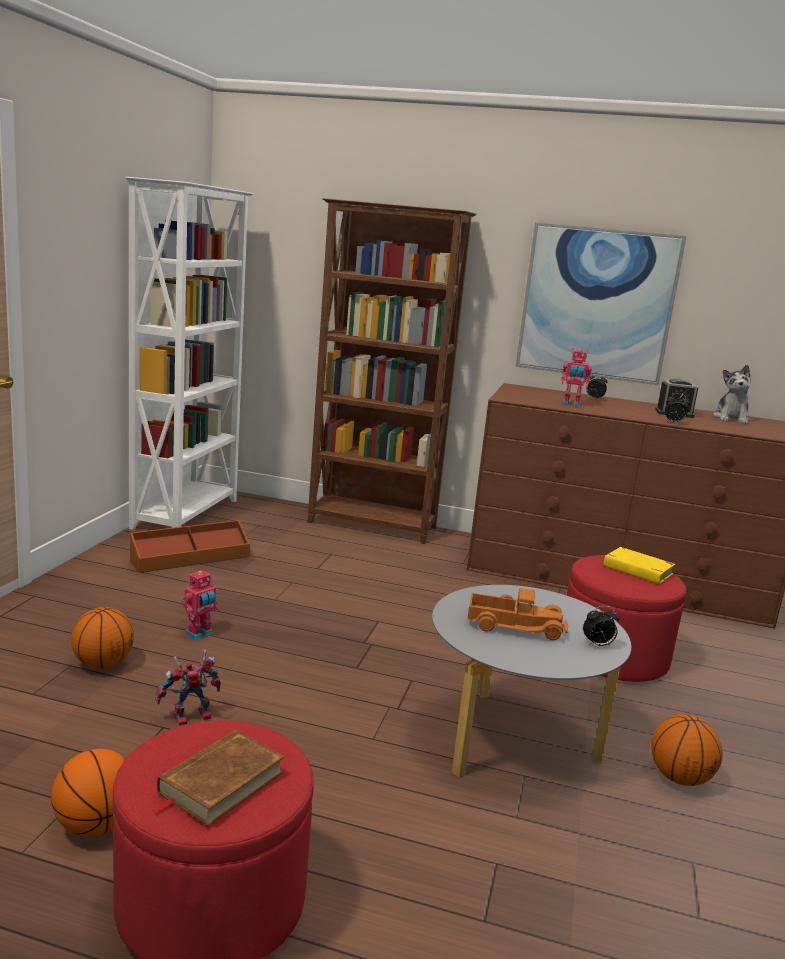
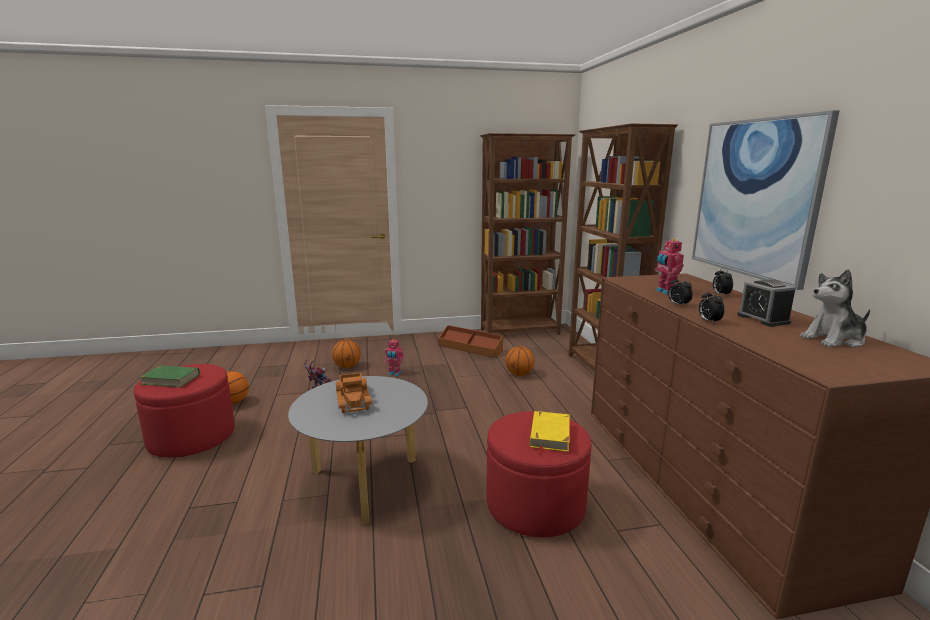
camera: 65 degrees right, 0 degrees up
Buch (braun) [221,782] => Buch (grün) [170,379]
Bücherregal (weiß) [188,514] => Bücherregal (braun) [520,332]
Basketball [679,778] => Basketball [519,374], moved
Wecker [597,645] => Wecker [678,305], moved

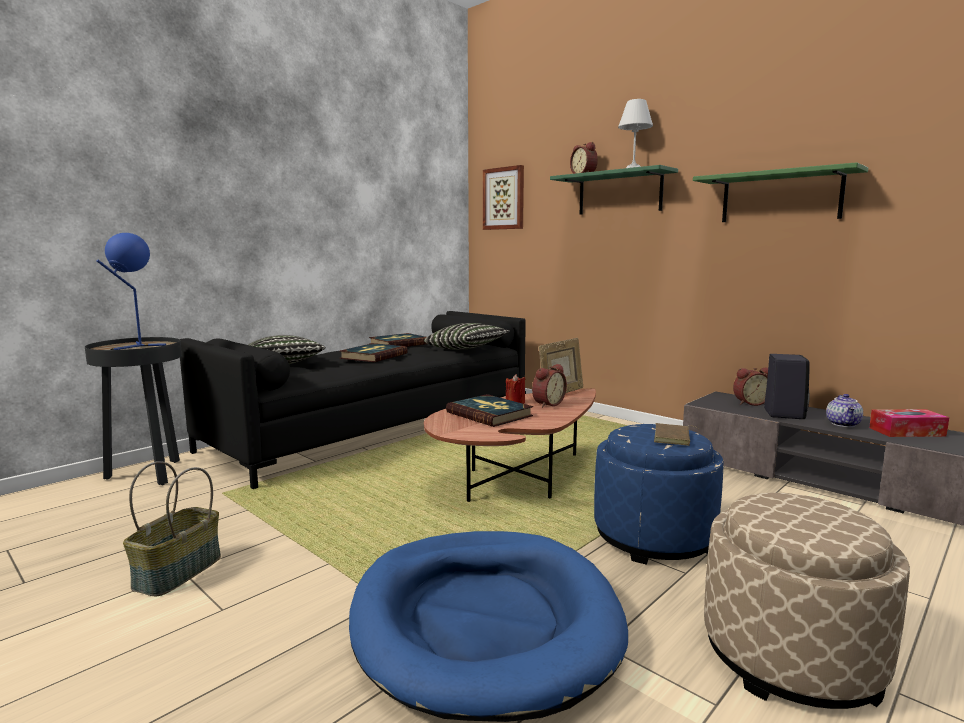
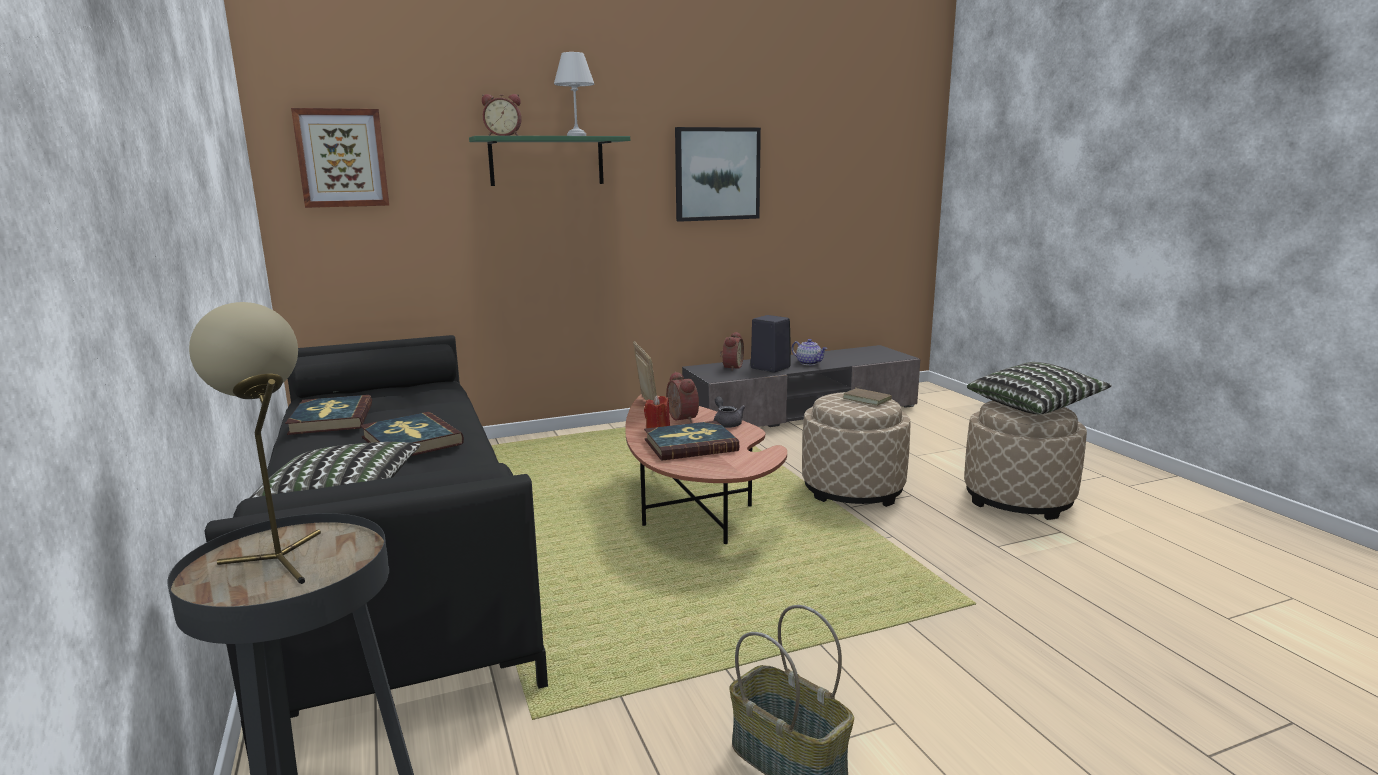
camera: 65 degrees left, 5 degrees up
Tischlampe (blau) [137,346] => Tischlampe (beige) [282,561]
Wandregal (grün) [780,197] => Bild [717,174]
nothing => Teekanne (grau) [726,423]
Polsterhocker (blau) [653,537] => Polsterhocker (beige) [853,489]
Kissen [466,349] => Kissen [1034,406], moved
Hundebett (blau) [484,622] => nothing
Taschentuchbox [906,432] => nothing

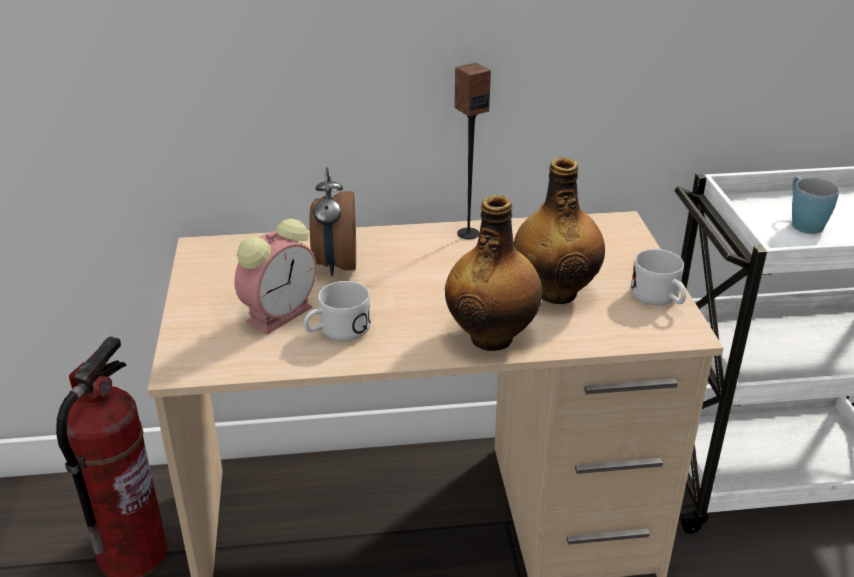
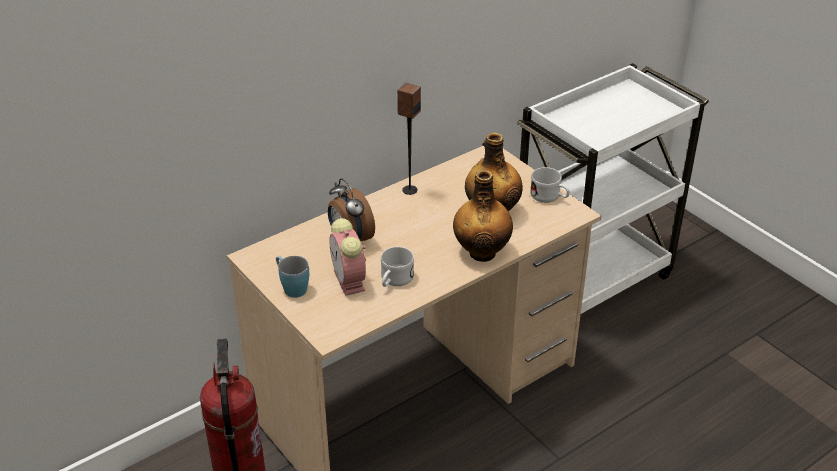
camera: 30 degrees left, 5 degrees up
Henkelbecher (blau) [802,222] => Henkelbecher (blau) [291,287], moved
Wecker [281,313] => Wecker [350,281], 150 degrees clockwise

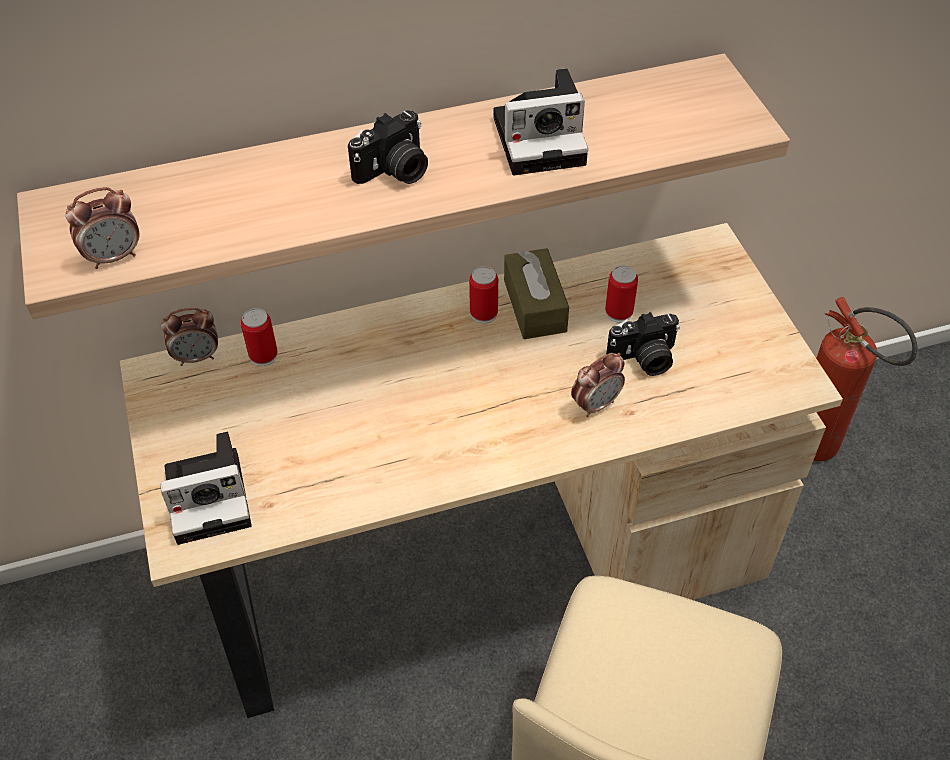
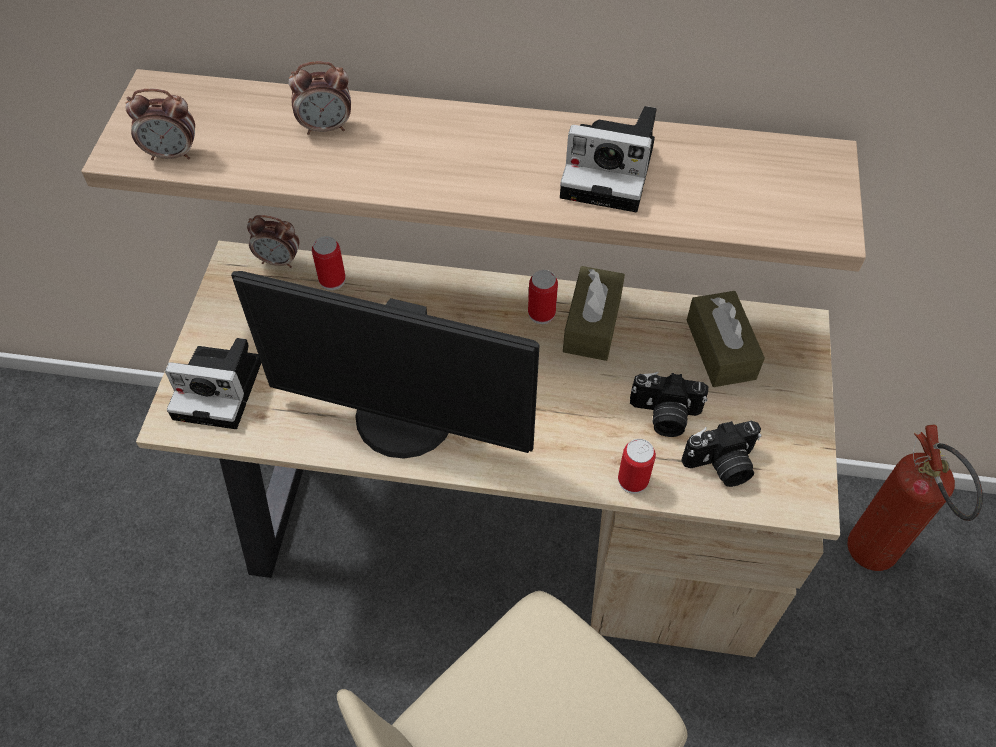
camera: 25 degrees right, 5 degrees up
nothing => Monitor [403,420]
Wecker [596,404] => Wecker [326,127], moved
Dose [618,312] => Dose [633,480], moved
Kamera [394,171] => Kamera [721,465], moved
nothing => Taschentuchbox (braun) [720,349]

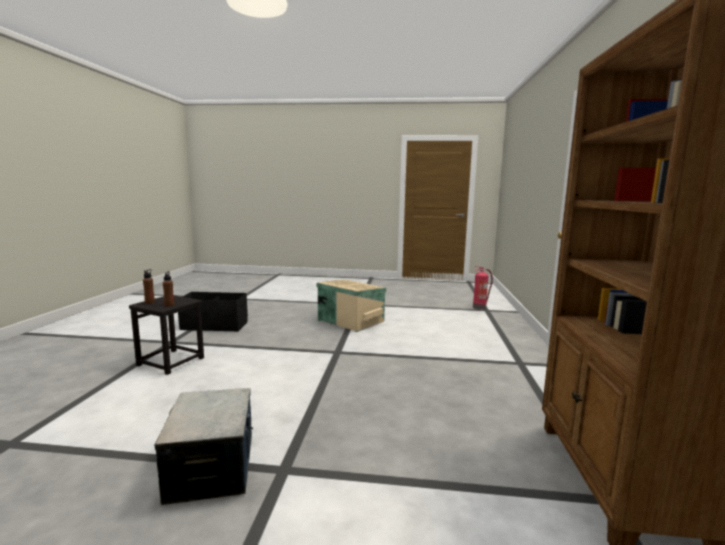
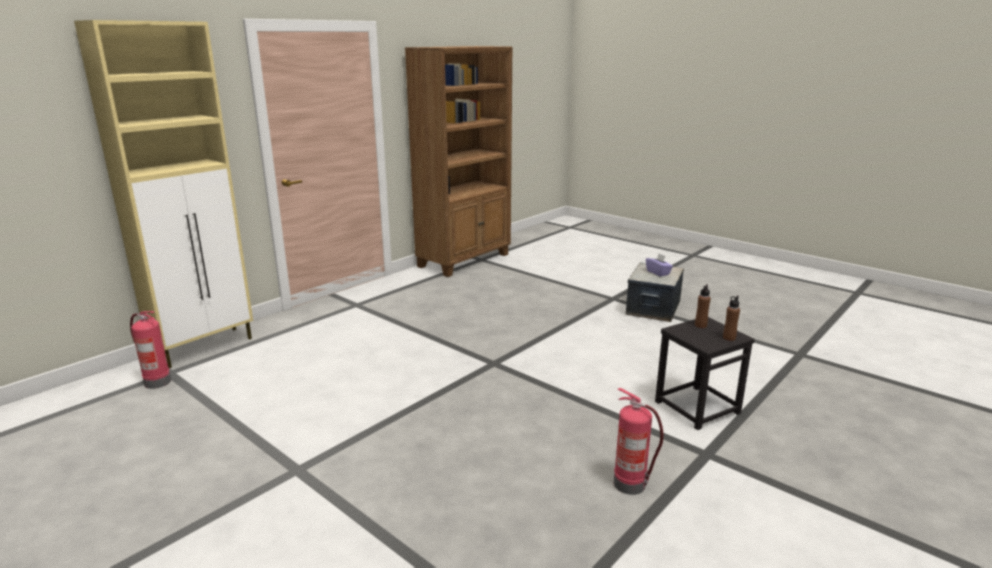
camera: 145 degrees left, 10 degrees up
nothing => Schrank (beige) [205,347]
Aufbewahrungsbox (schwarz) [214,325] => Feuerlöscher [631,484]
nothing => Taschentuchbox (lila) [658,273]
Aufbewahrungsbox (beige) [351,320] => nothing

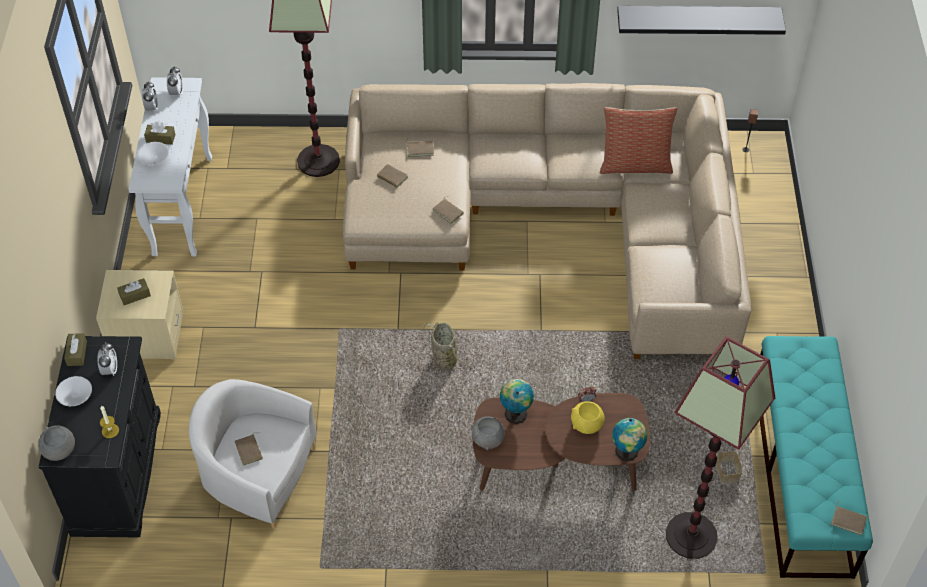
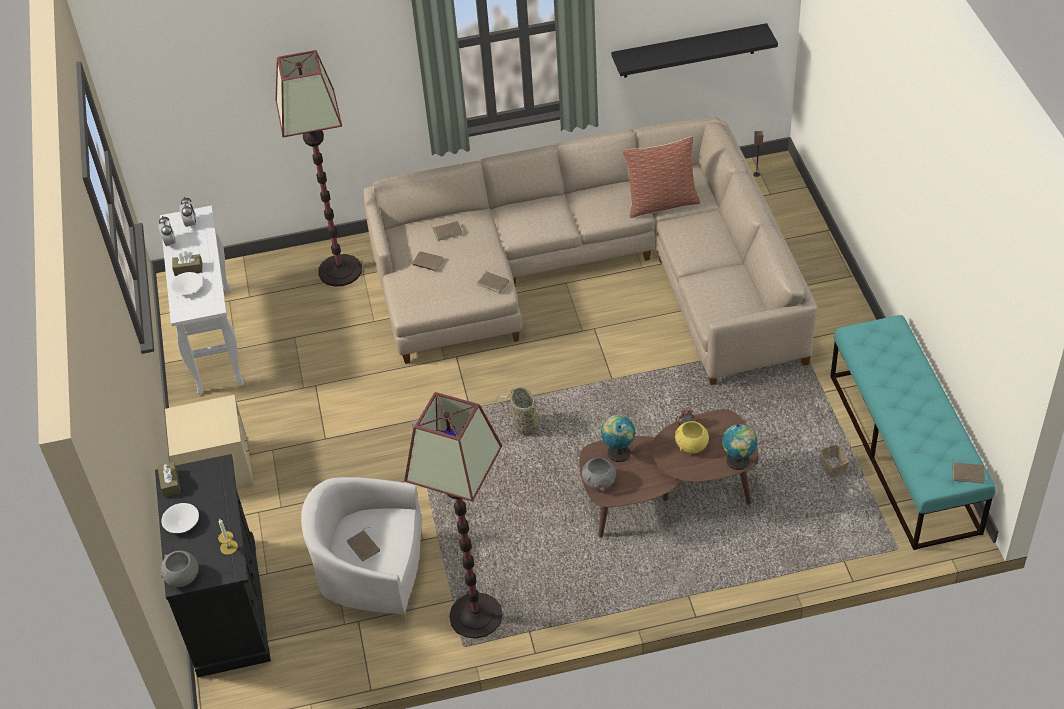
camera: 10 degrees left, 5 degrees down
Stehlampe [691,536] => Stehlampe [476,616], moved
Wecker [110,370] => nothing
Taschentuchbox (braun) [135,295] => nothing

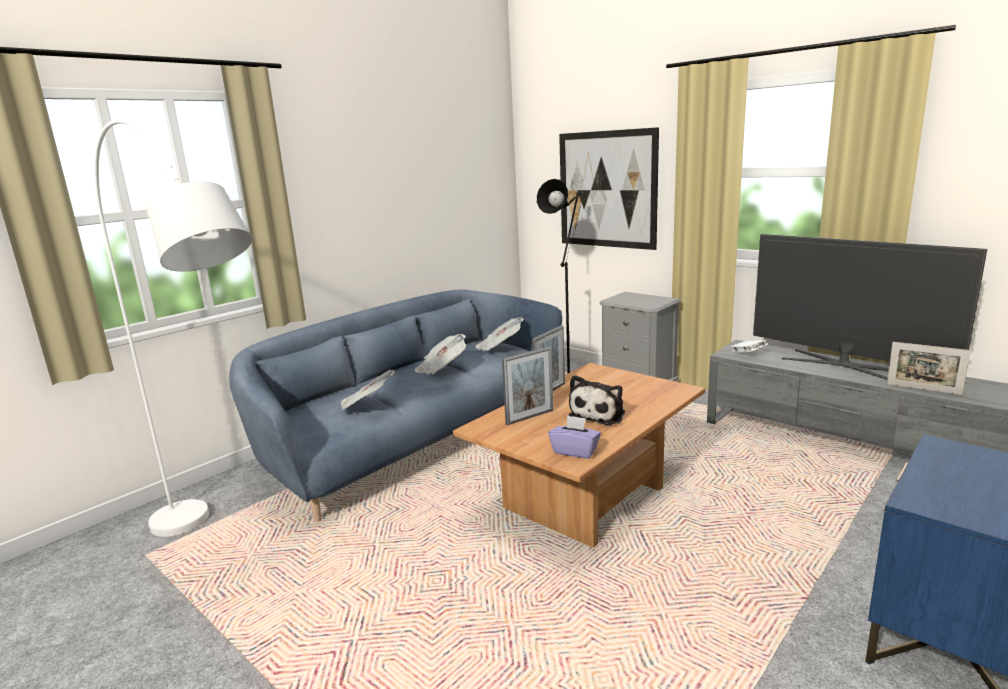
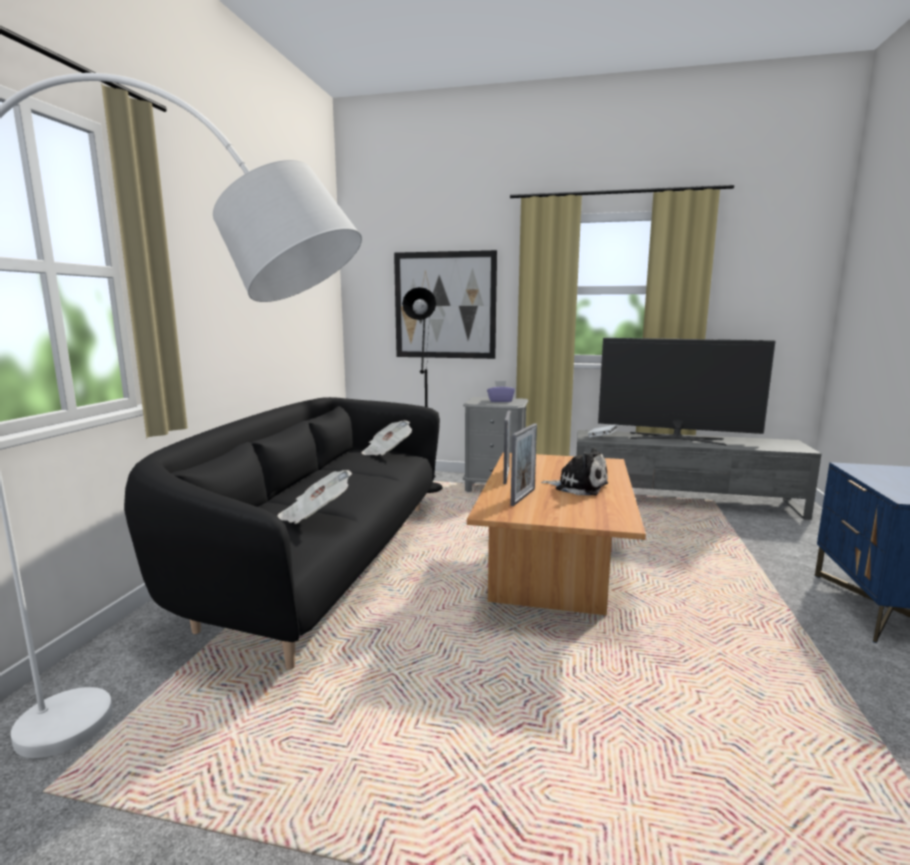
camera: 30 degrees left, 5 degrees down
Sofa (blau) [413,442] => Sofa (schwarz) [322,562]
Taschentuchbox (lila) [575,451] => Taschentuchbox (lila) [500,401], moved
Plüschtier [599,414] => Plüschtier [578,486], 60 degrees counterclockwise
Zeitung [441,368] => nothing
Bilderrahmen [923,389] => nothing

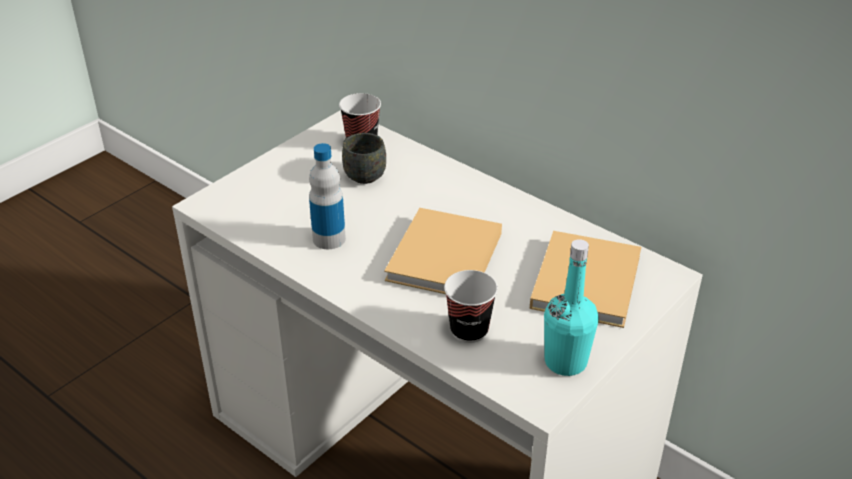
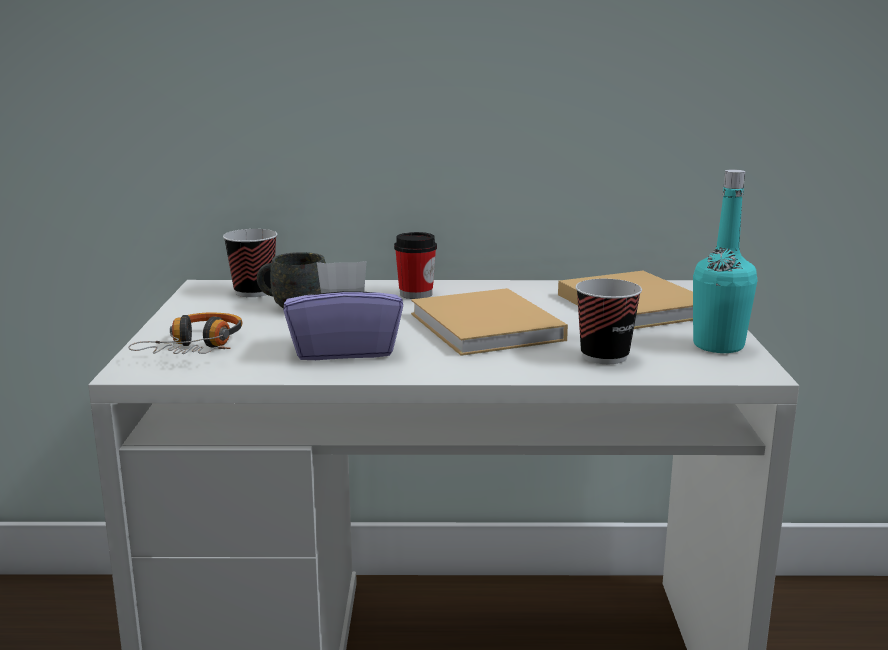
camera: 40 degrees left, 20 degrees down
nothing => Kopfhörer [197,348]
Flasche [329,239] => Taschentuchbox (lila) [344,350]
nothing => Tasse [416,294]

